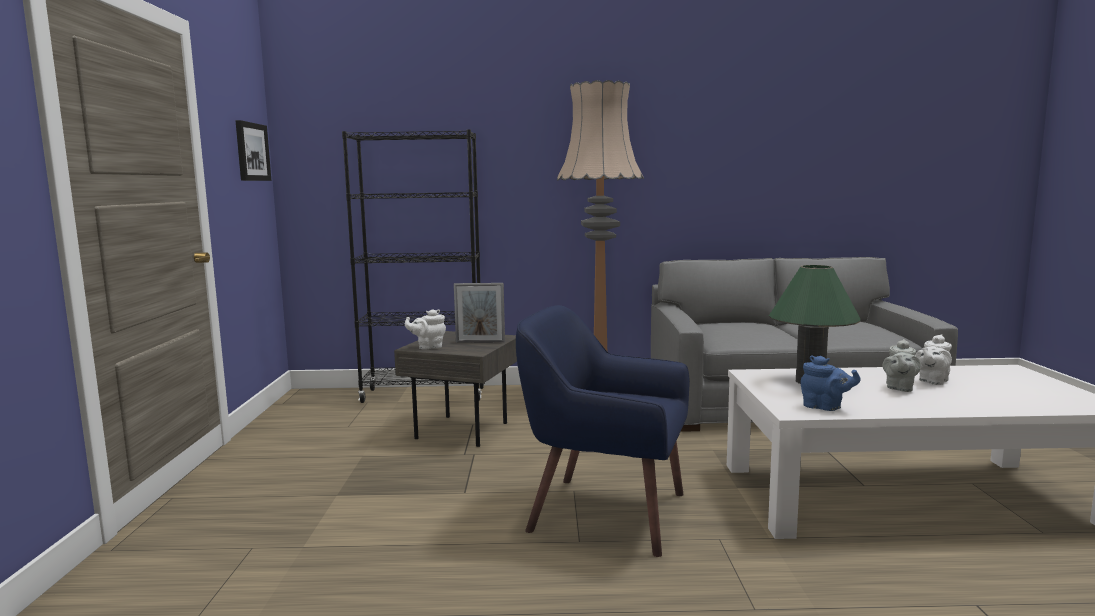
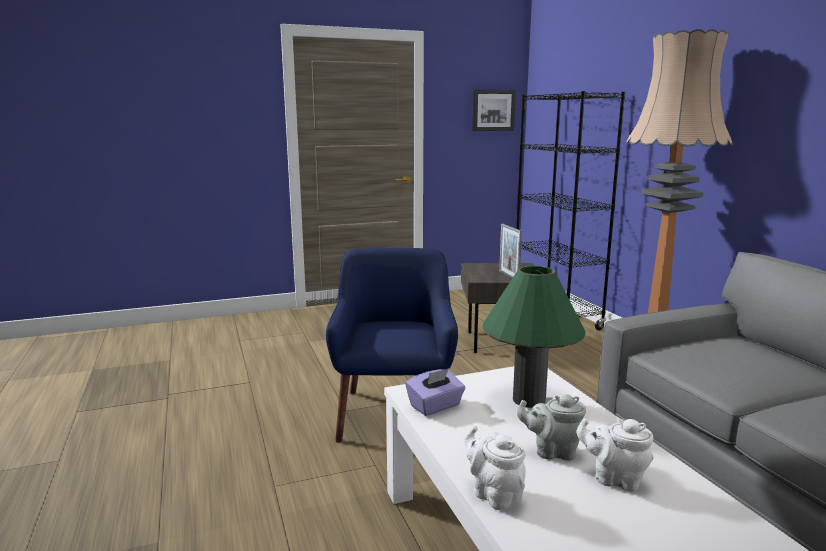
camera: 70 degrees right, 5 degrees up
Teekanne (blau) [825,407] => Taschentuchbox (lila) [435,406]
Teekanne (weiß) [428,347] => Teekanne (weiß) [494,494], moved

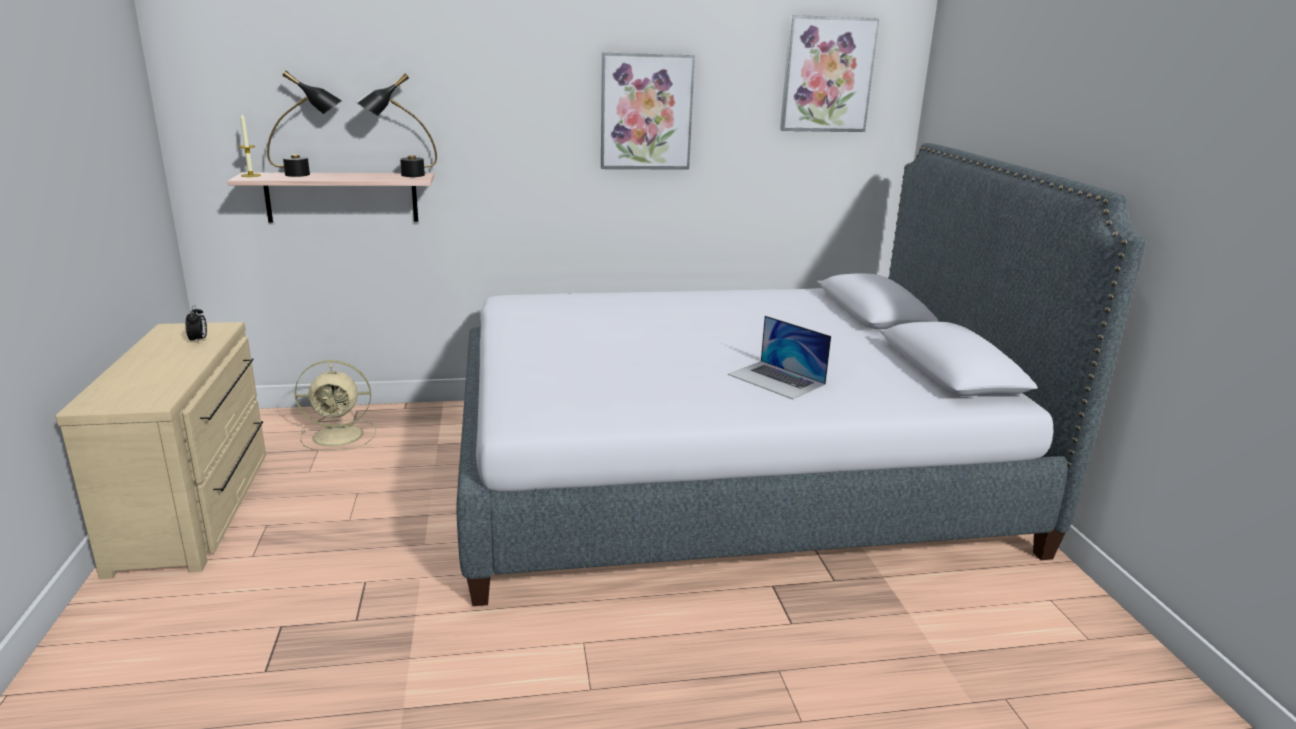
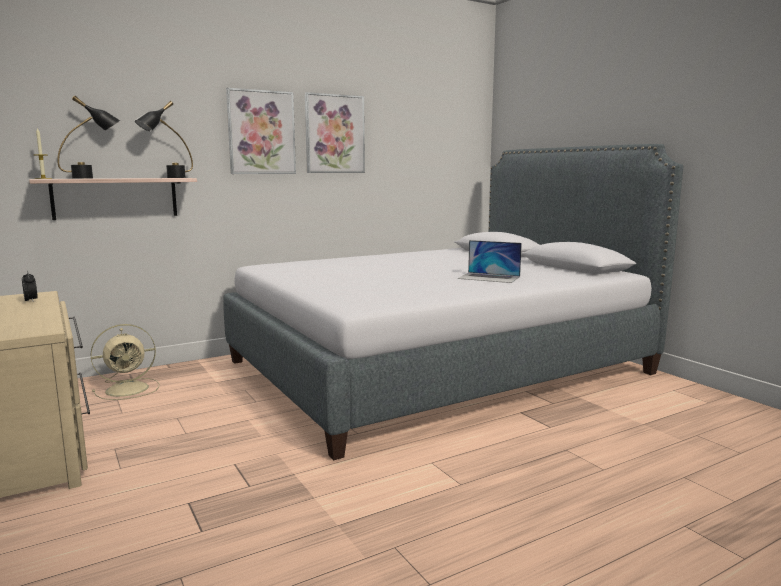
camera: 20 degrees left, 10 degrees down
Bild [827,75] => Bild [261,132], moved

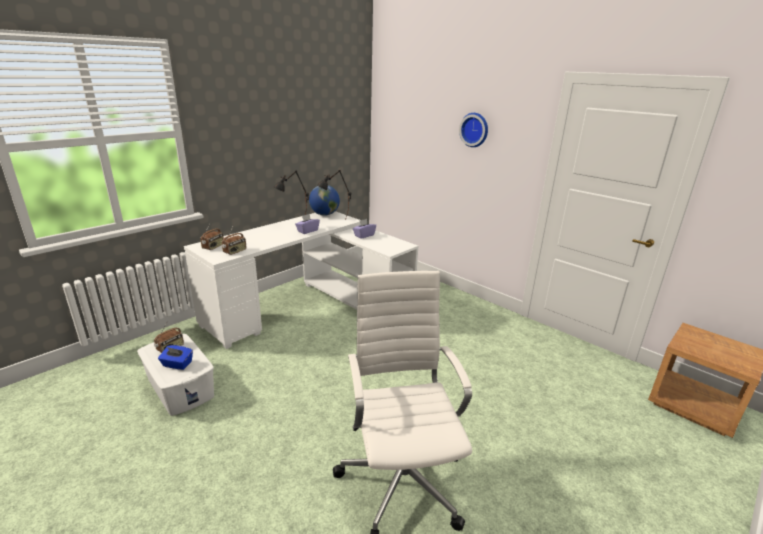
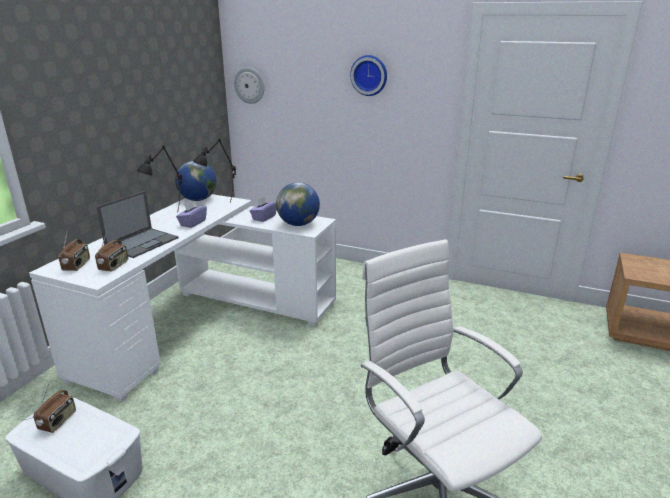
camera: 20 degrees left, 0 degrees up
nothing => Laptop [142,242]
nothing => Wanduhr [249,85]
nothing => Globus [298,224]
Taschentuchbox (blau) [177,364] => nothing

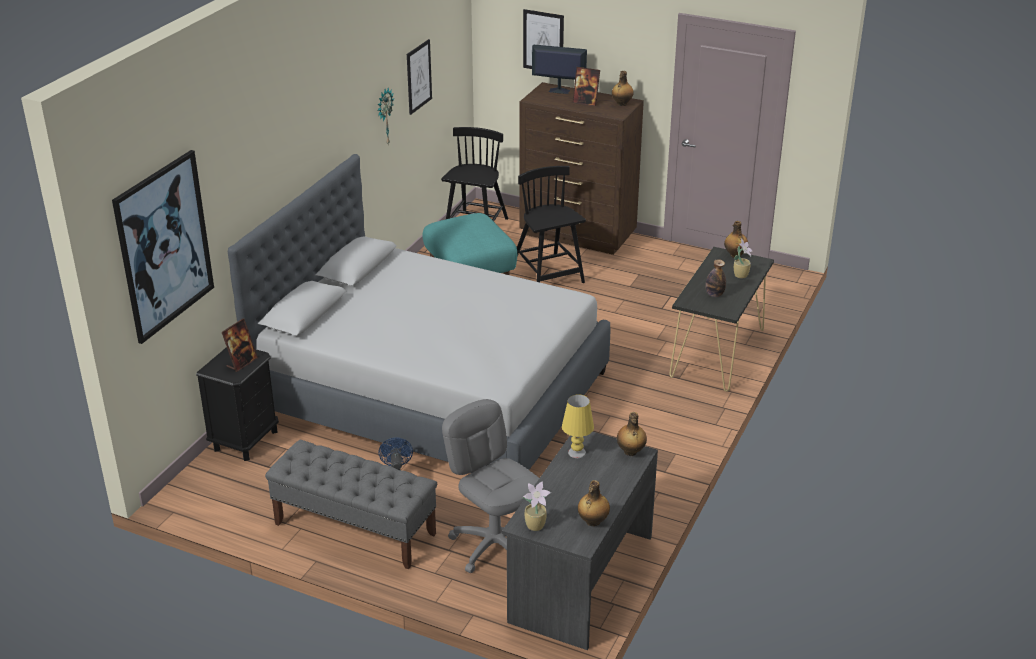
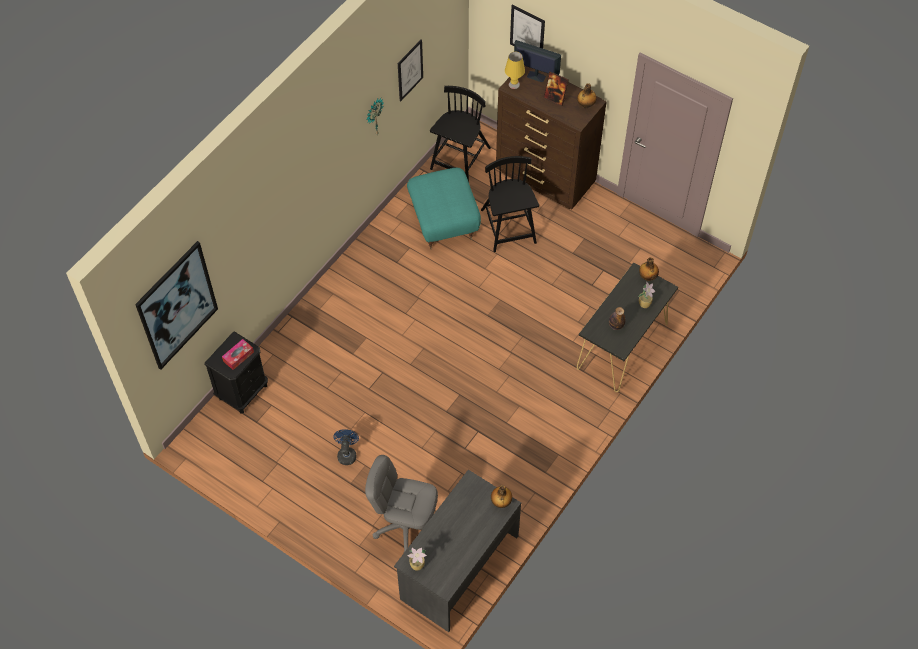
camera: 10 degrees right, 25 degrees up
Bilderrahmen [242,363] => Taschentuchbox [238,356]
Bürostuhl (grau) [495,545] => Bürostuhl (grau) [405,526], 45 degrees counterclockwise
Tischlampe (gelb) [577,452] => Tischlampe (gelb) [514,84], moved
Bett (grau) [432,392] => nothing
Bank (grau) [354,529] => nothing
Flasche [592,522] => nothing

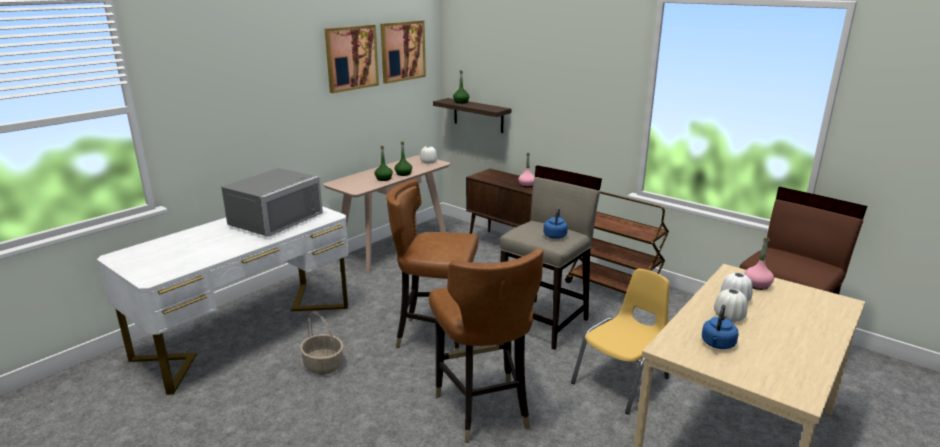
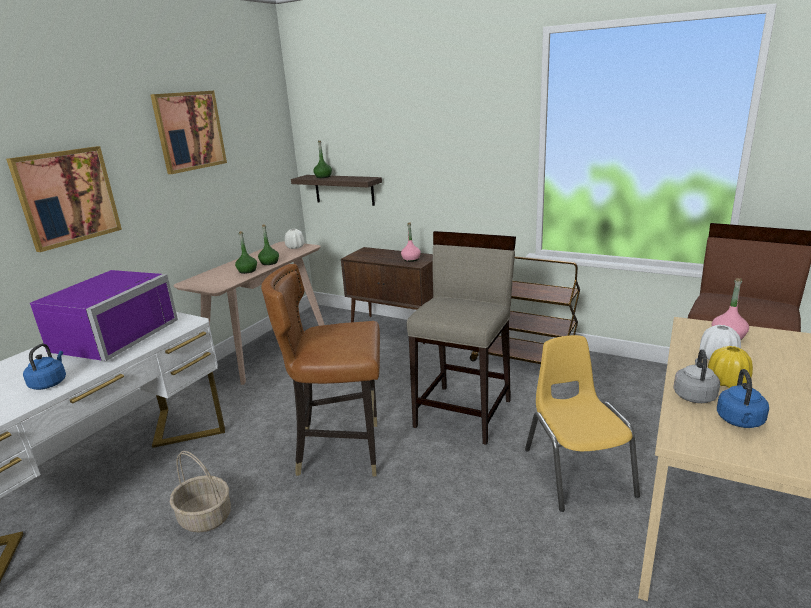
camera: 10 degrees left, 0 degrees up
Bild [402,51] => Bild [67,197], moved
Wasserkessel (blau) [555,235] => Wasserkessel (blau) [50,383], moved
Mikrowelle (grau) [272,220] => Mikrowelle (lila) [110,337]
Stuhl (gelb) [622,381] => Stuhl (gelb) [577,471], 45 degrees counterclockwise
nothing => Wasserkessel (grau) [694,395]
Vase (weiß) [729,317] => Vase (gelb) [727,382]
Stuhl (braun) [483,409] => nothing

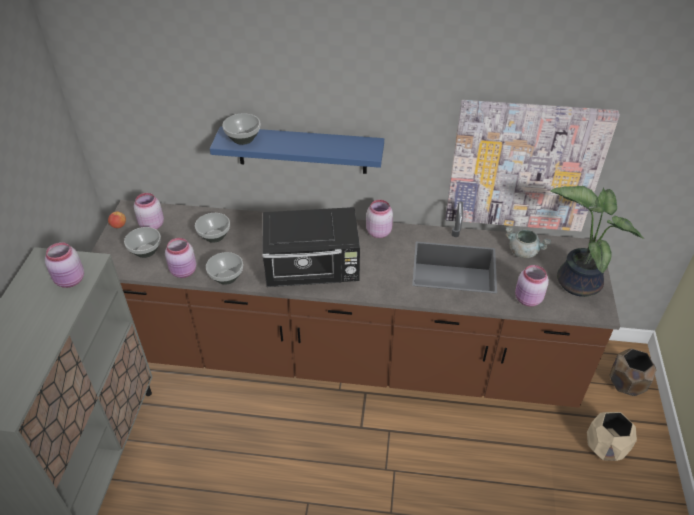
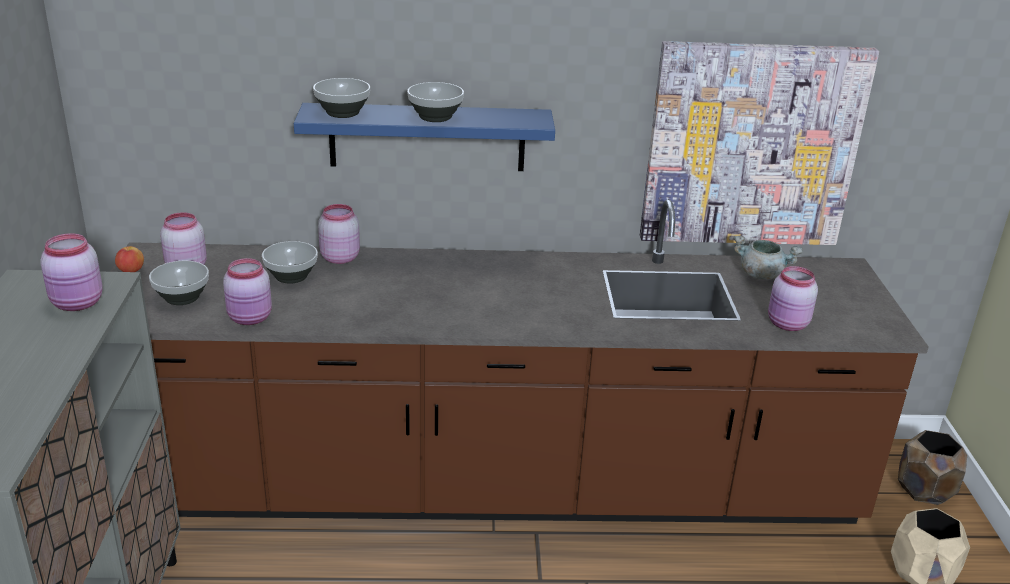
camera: 10 degrees left, 15 degrees down
Vorratsglas (rosa) [378,231] => Vorratsglas (rosa) [339,257], moved
Schüssel [226,277] => Schüssel [435,117], moved
Mikrowelle (schwarz) [313,270] => nothing
Topfpflanze [576,281] => nothing

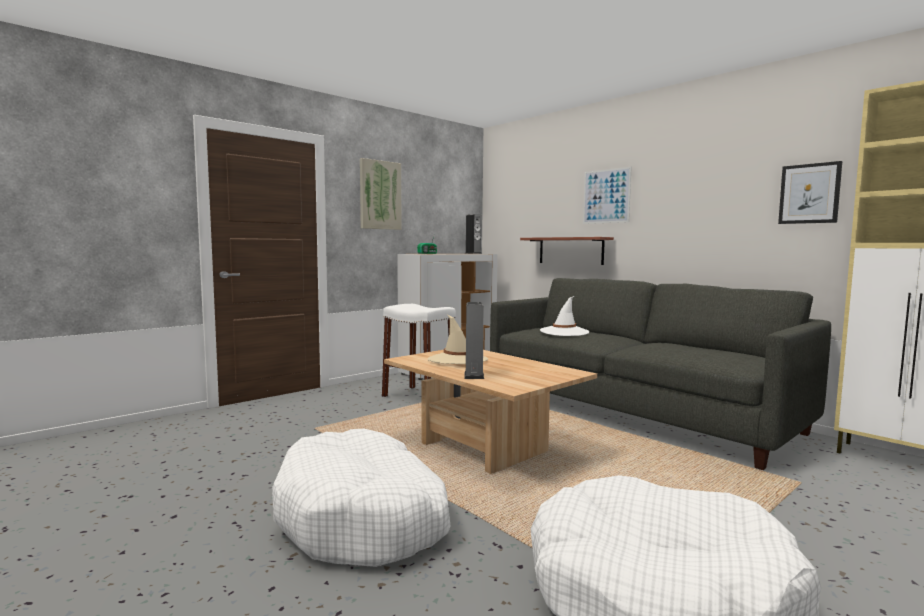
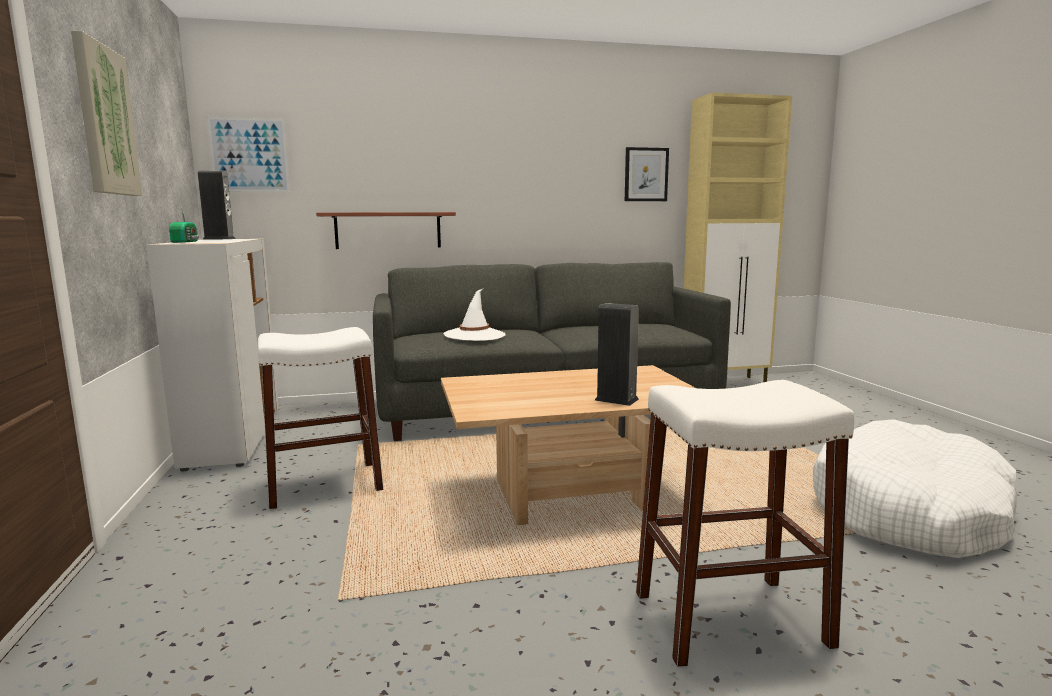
camera: 60 degrees left, 5 degrees up
Bild [606,196] => Bild [249,155], moved
Hundebett (weiß) [363,518] => Hocker (weiß) [729,619]
Hut (beige) [457,360] => nothing

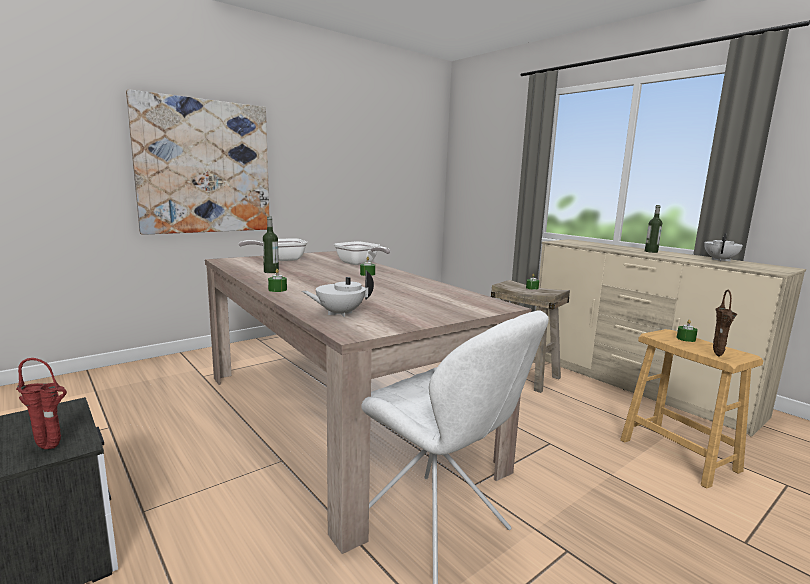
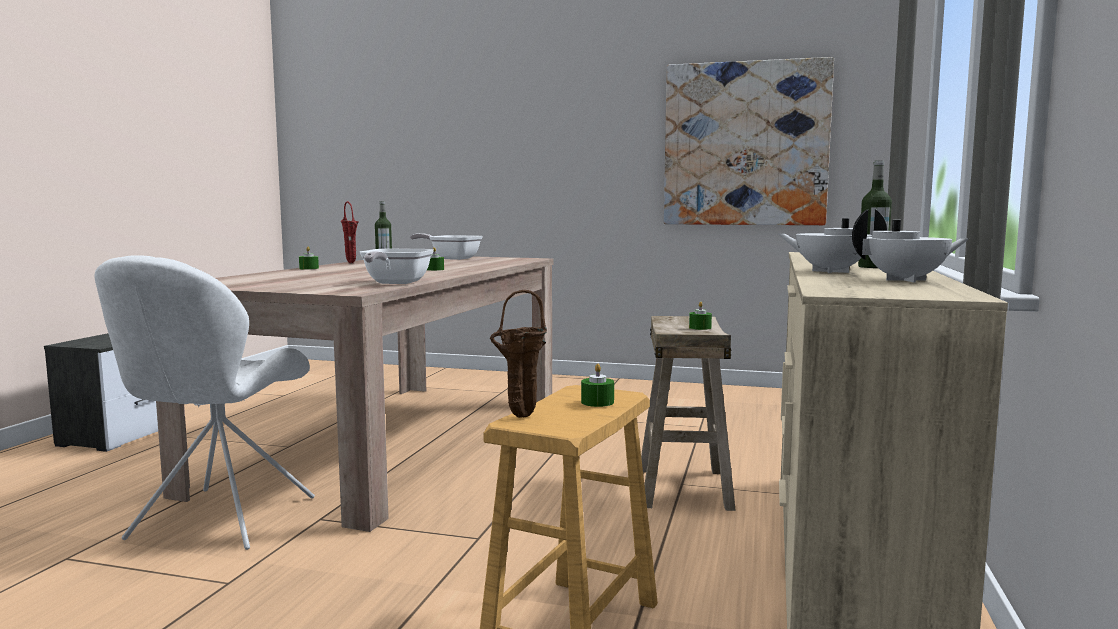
camera: 55 degrees right, 5 degrees down
Vase (rot) [52,448] => Vase (rot) [352,263], moved
Pfanne [359,264] => Pfanne [394,283], moved
Bild [204,167] => Bild [745,144], moved
Teekanne (weiß) [339,313] => Teekanne (weiß) [830,271], moved

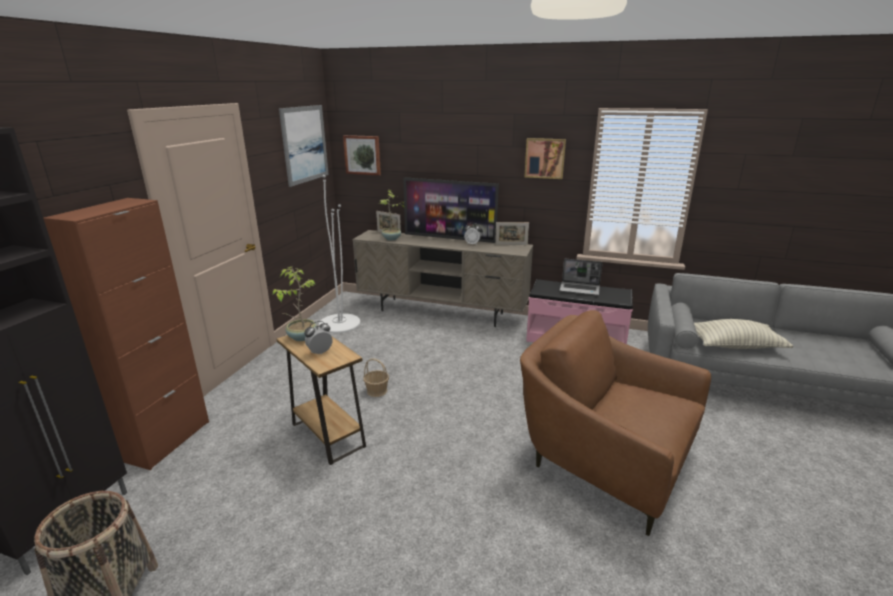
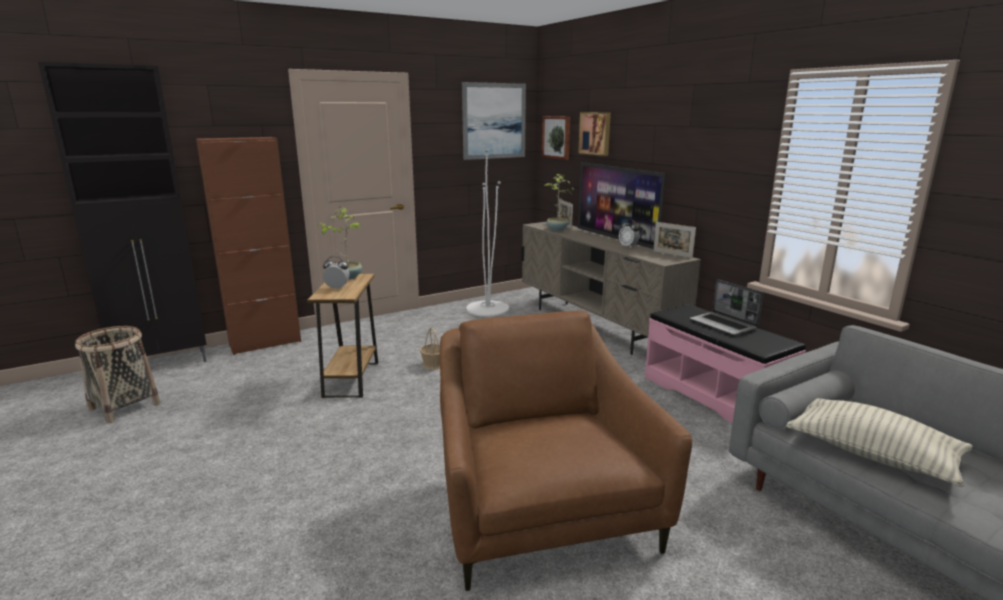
camera: 40 degrees right, 5 degrees down
Bild [545,158] => Bild [595,133], moved

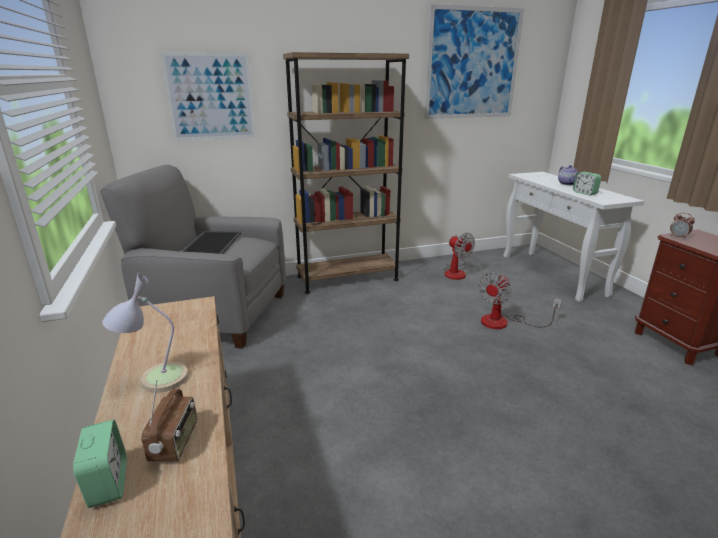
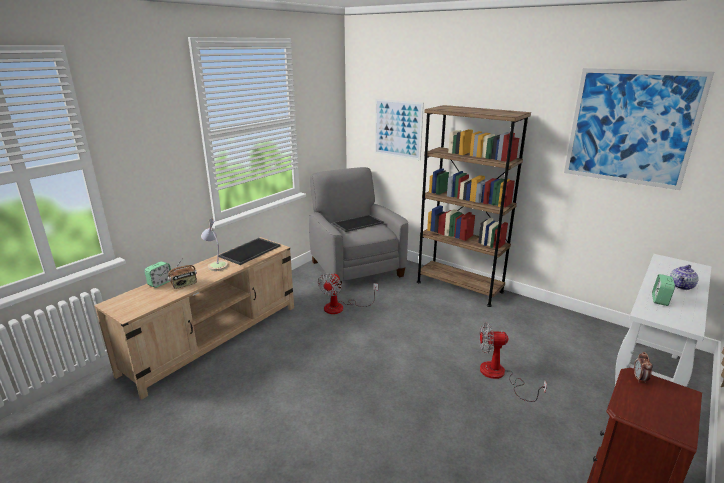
camera: 55 degrees right, 0 degrees up
nothing => Tablett [250,251]
Ventilator [455,272] => Ventilator [341,307], moved

